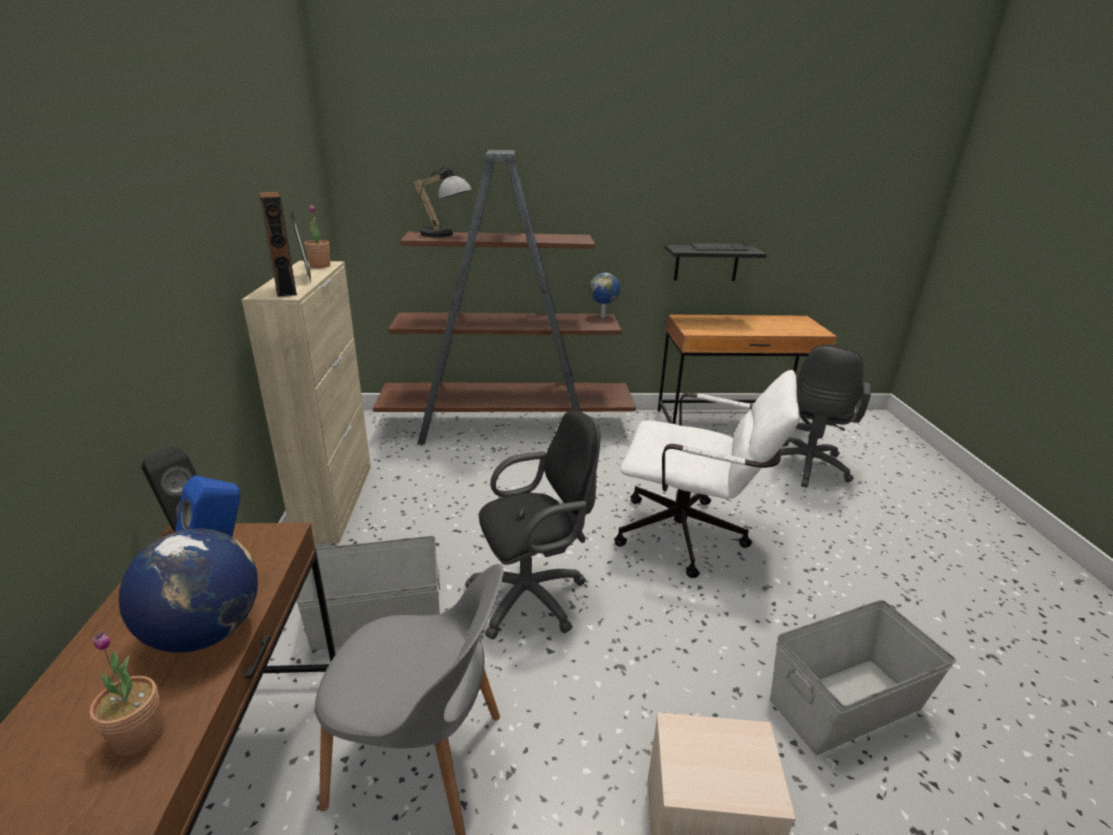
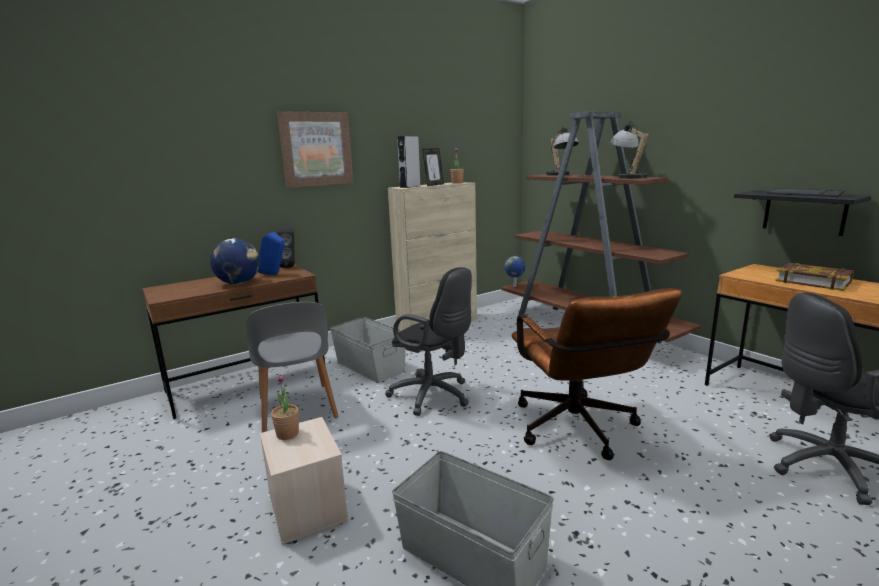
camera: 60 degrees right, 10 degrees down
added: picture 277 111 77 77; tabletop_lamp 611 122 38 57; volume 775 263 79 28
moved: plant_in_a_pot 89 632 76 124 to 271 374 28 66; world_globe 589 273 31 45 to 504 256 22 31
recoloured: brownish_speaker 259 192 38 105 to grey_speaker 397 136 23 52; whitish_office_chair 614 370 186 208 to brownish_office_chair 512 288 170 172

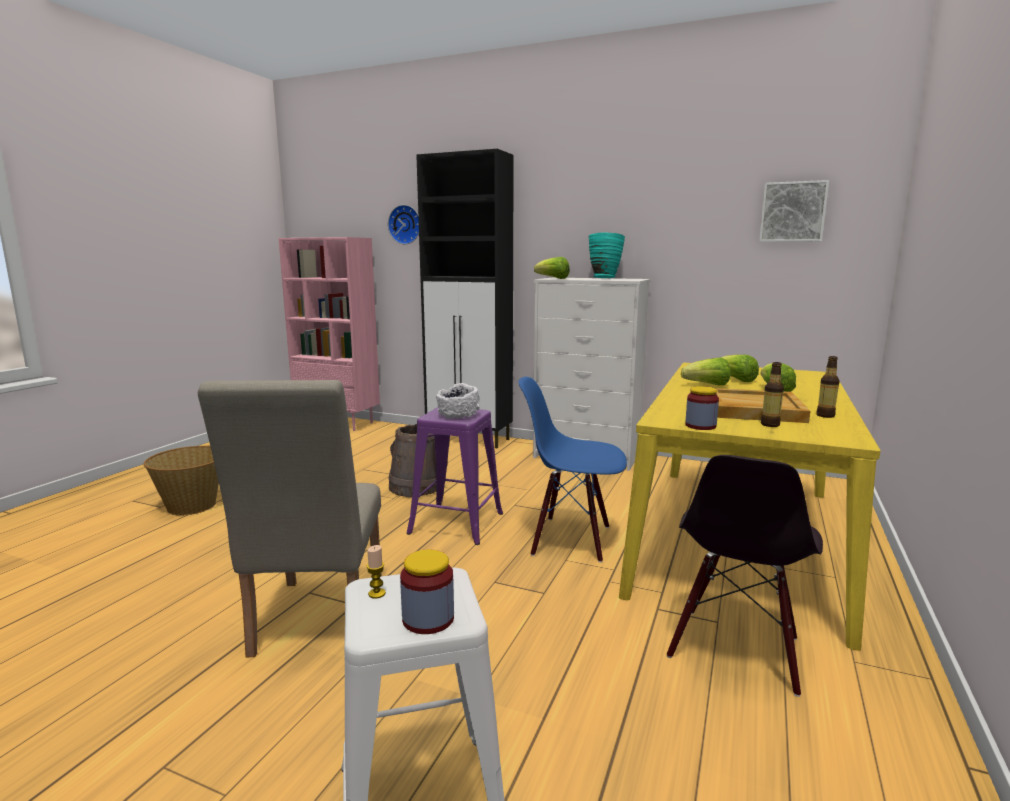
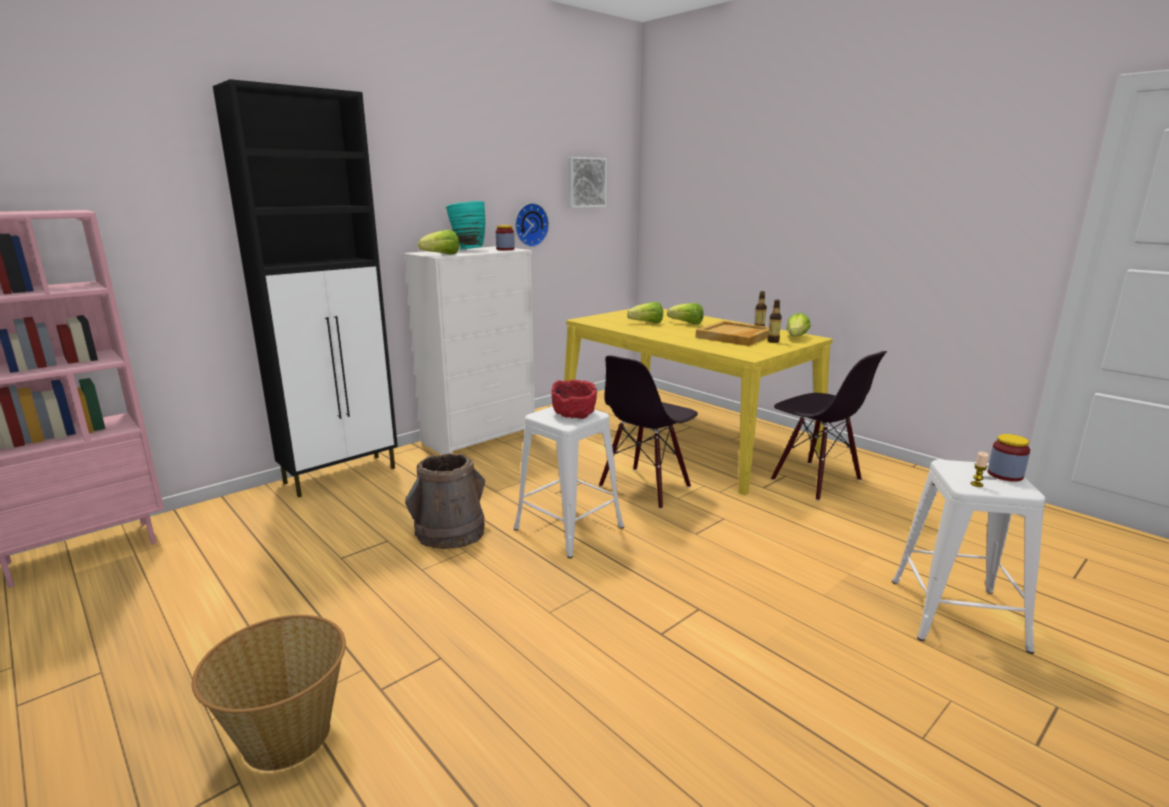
camera: 65 degrees left, 5 degrees up
removed: beige-coloured_chair 198 380 184 277
moved: preserve_jar 685 386 34 44 to 496 225 19 25; clock_on_the_wall 388 205 31 39 to 515 203 34 44; lettuce 681 357 49 28 to 787 313 24 23
recoloured: purplish_stool_seat 407 407 96 138 to whitish_stool_seat 513 406 111 152; whitish_deep_dish 436 383 44 36 to red_deep_dish 552 380 45 39; blue_chair 518 377 109 186 to blackish_chair 599 355 99 154

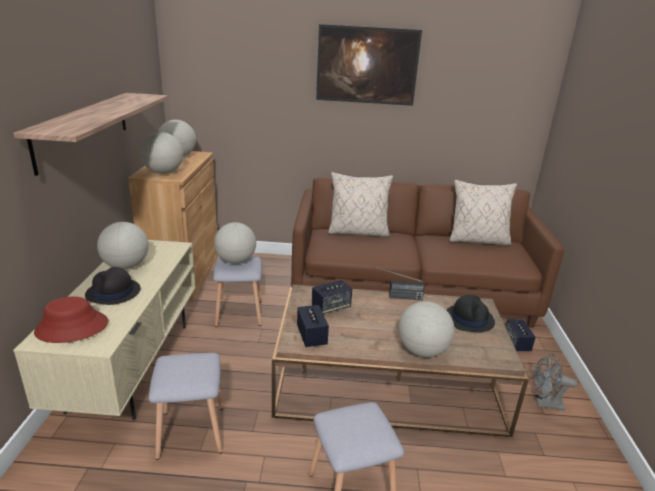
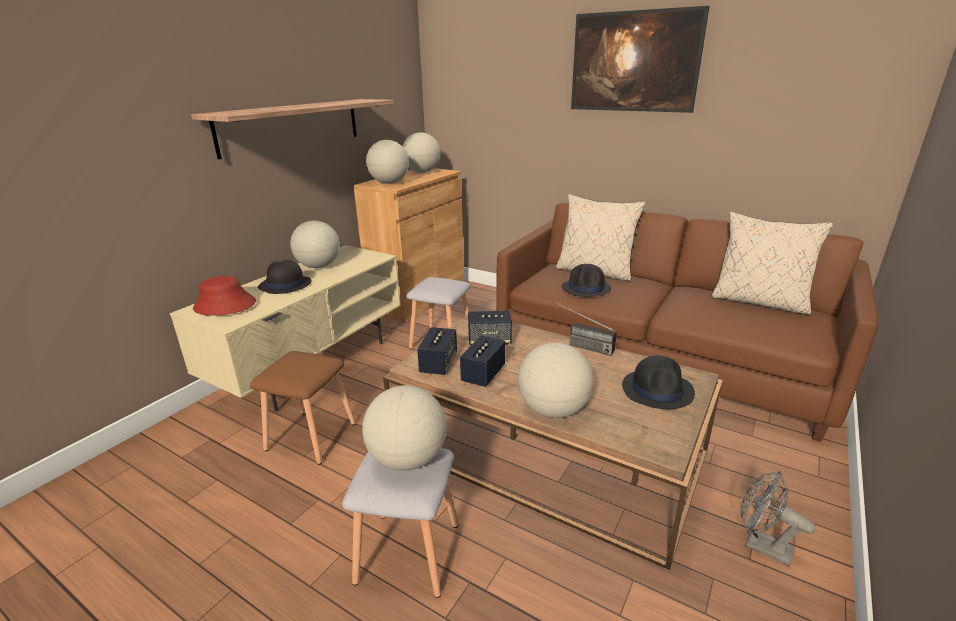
camera: 30 degrees right, 0 degrees up
added: blackish_clothing_hat 562 264 49 33
moved: world_globe 214 222 42 42 to 362 385 85 86; speaker 505 320 31 31 to 460 336 45 51
recoloured: grey_stool_seat 148 353 76 107 to brownish_stool_seat 250 351 106 114

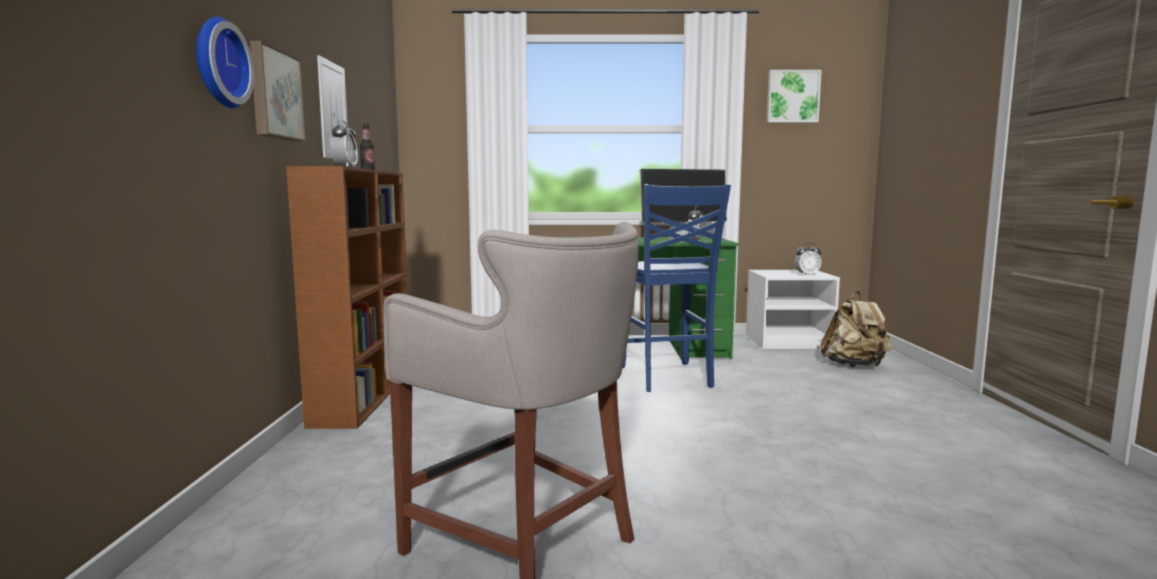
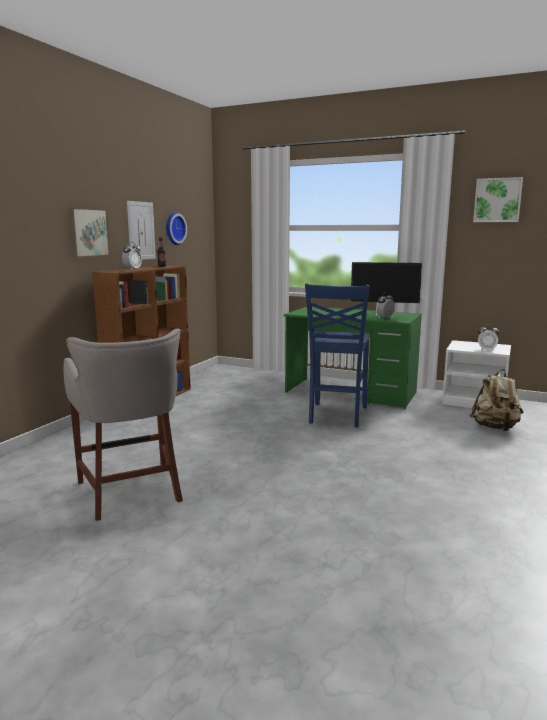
camera: 25 degrees right, 5 degrees up
moved: clock_on_the_wall 196 17 58 91 to 166 212 21 33

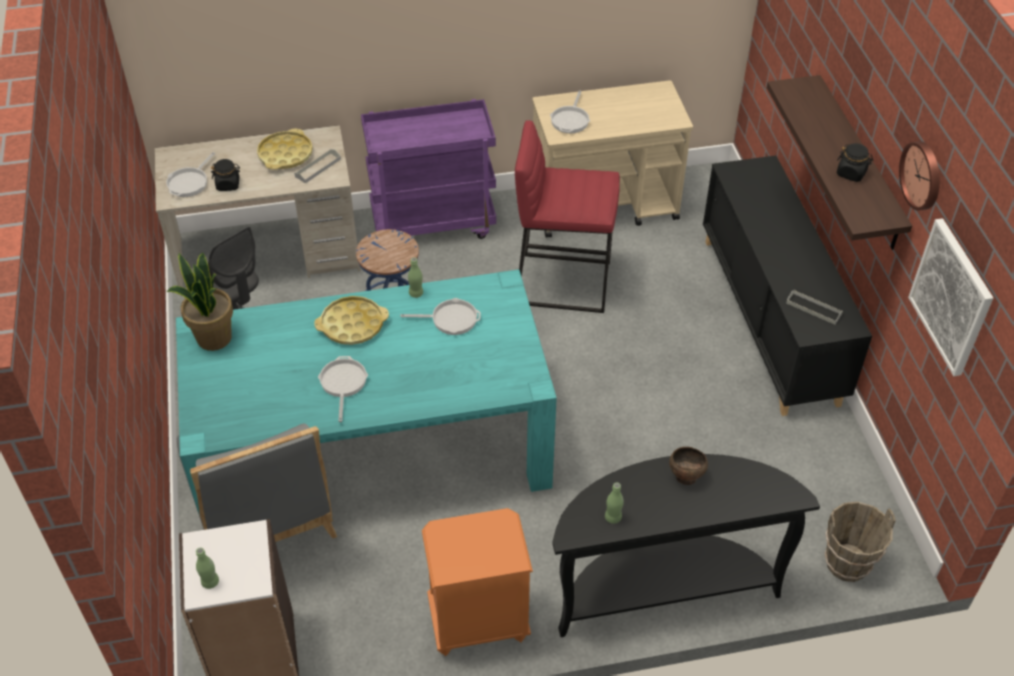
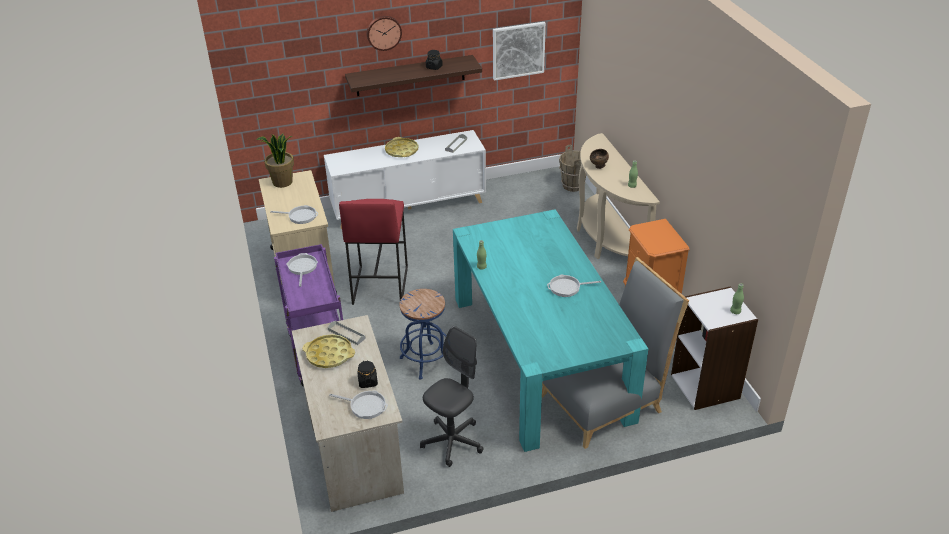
camera: 95 degrees left, 10 degrees down
moved: plant_in_a_pot 167 252 66 99 to 256 133 38 55; skillet 400 298 81 37 to 286 253 32 34; clock_on_the_wall 899 141 41 70 to 367 16 35 35; yellow-coloured_carrying_tray 315 296 74 49 to 385 137 33 20
recoloured: blackish_cabinet 703 155 169 261 to whitish_cabinet 324 130 162 99; blackish_hall_table 552 454 268 183 to beige-coloured_hall_table 577 133 83 126

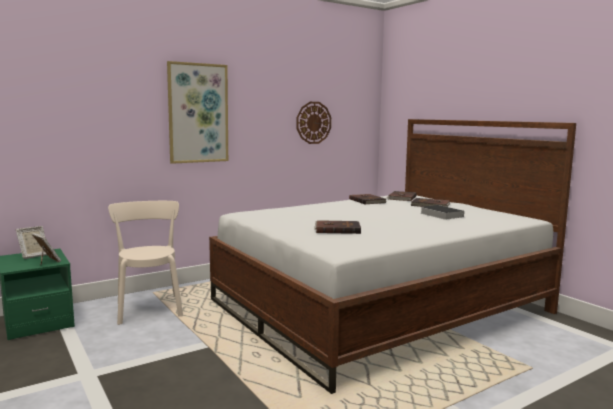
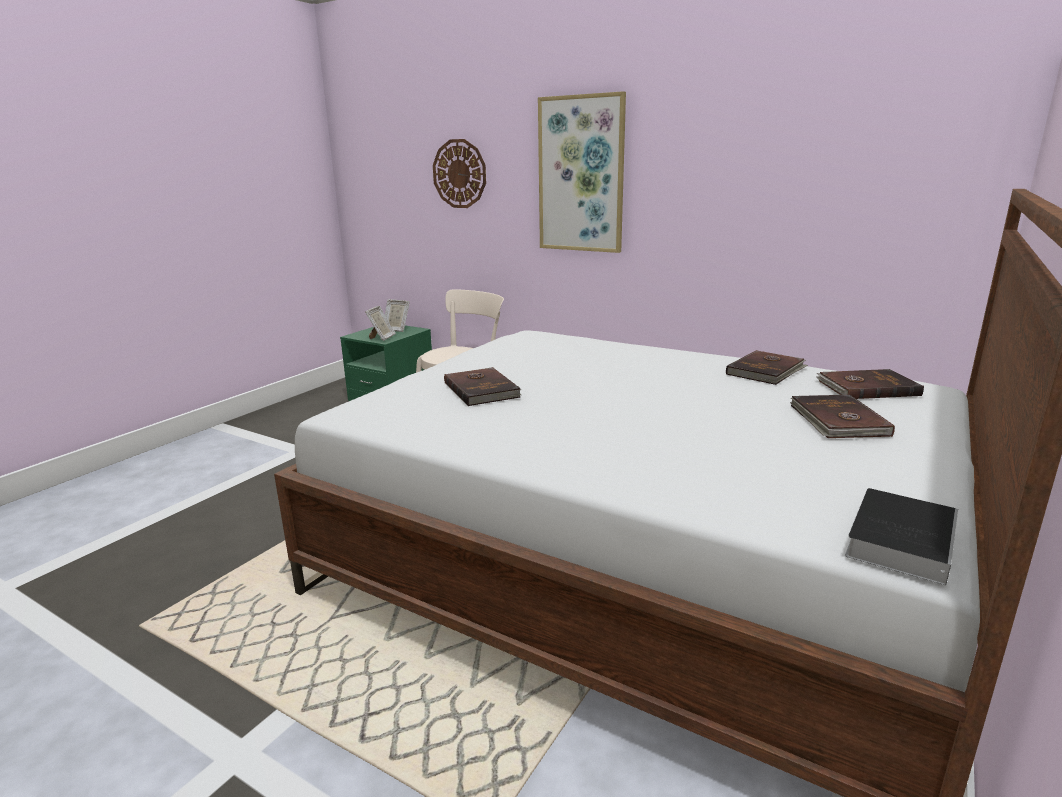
camera: 65 degrees right, 10 degrees up
moved: clock_on_the_wall 297 102 34 42 to 433 139 53 69; volume 421 205 43 15 to 845 488 113 97

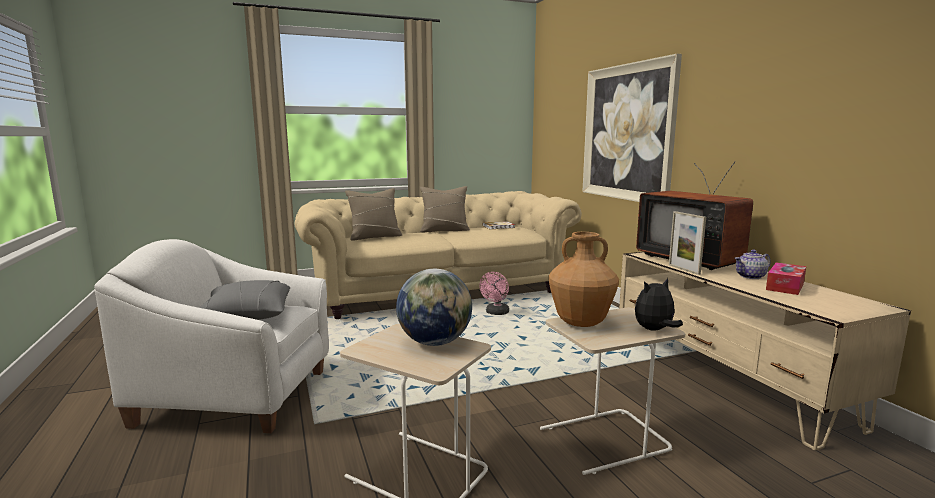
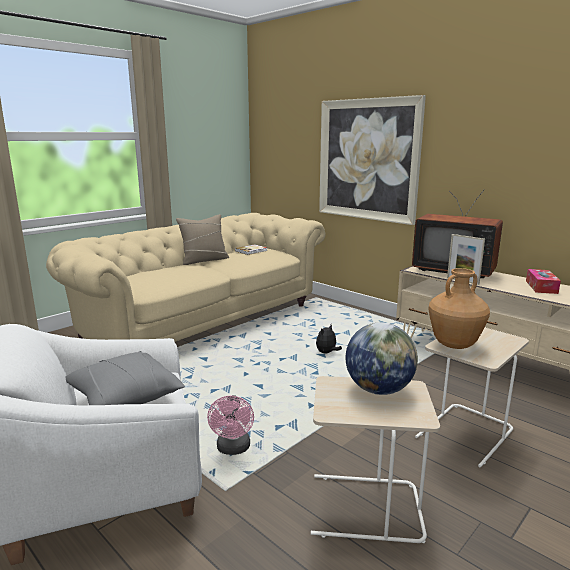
camera: 25 degrees left, 5 degrees up
removed: beige-coloured_throw_pillow 345 188 57 53; tea_pot 734 250 37 29
moved: pinkish_electric_fan 479 272 30 43 to 207 395 47 60; soft_toy 635 278 48 53 to 316 325 26 28

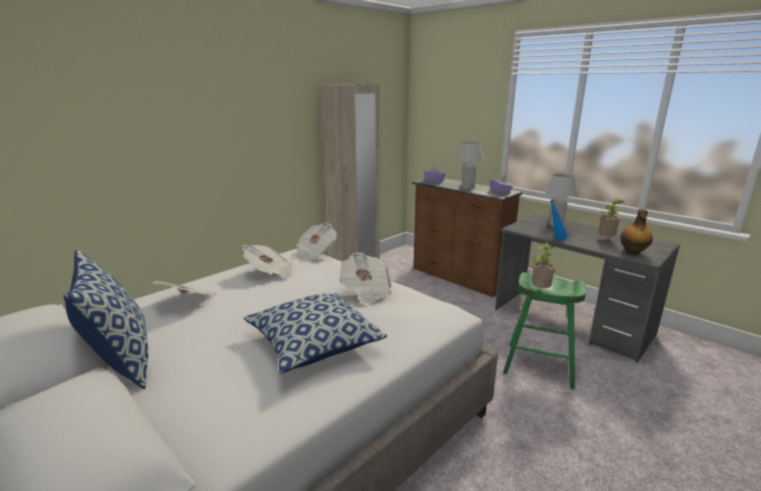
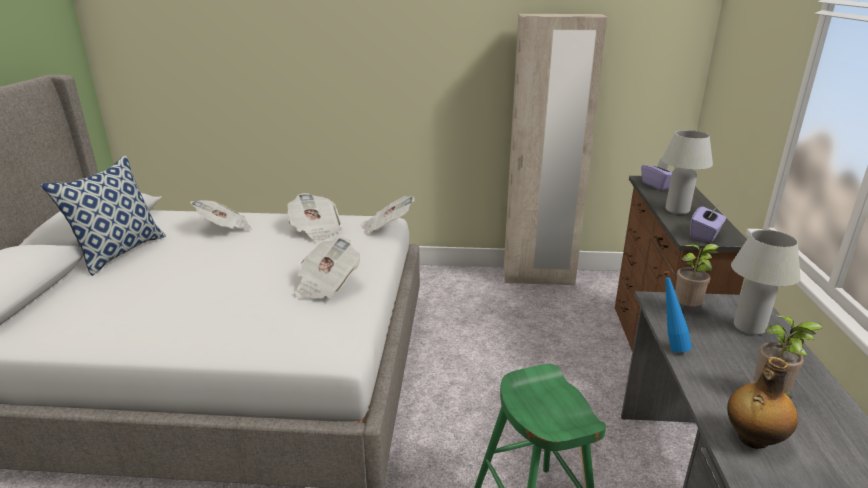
camera: 50 degrees right, 5 degrees up
removed: throw_pillow 243 293 144 81
moved: plant_in_a_pot 532 242 25 46 to 675 244 45 63

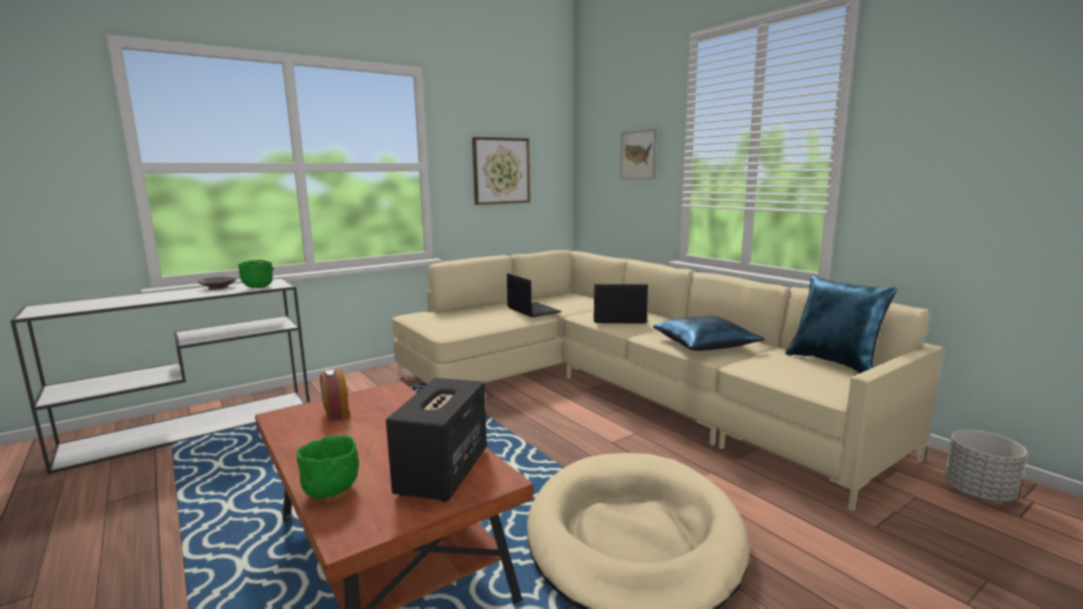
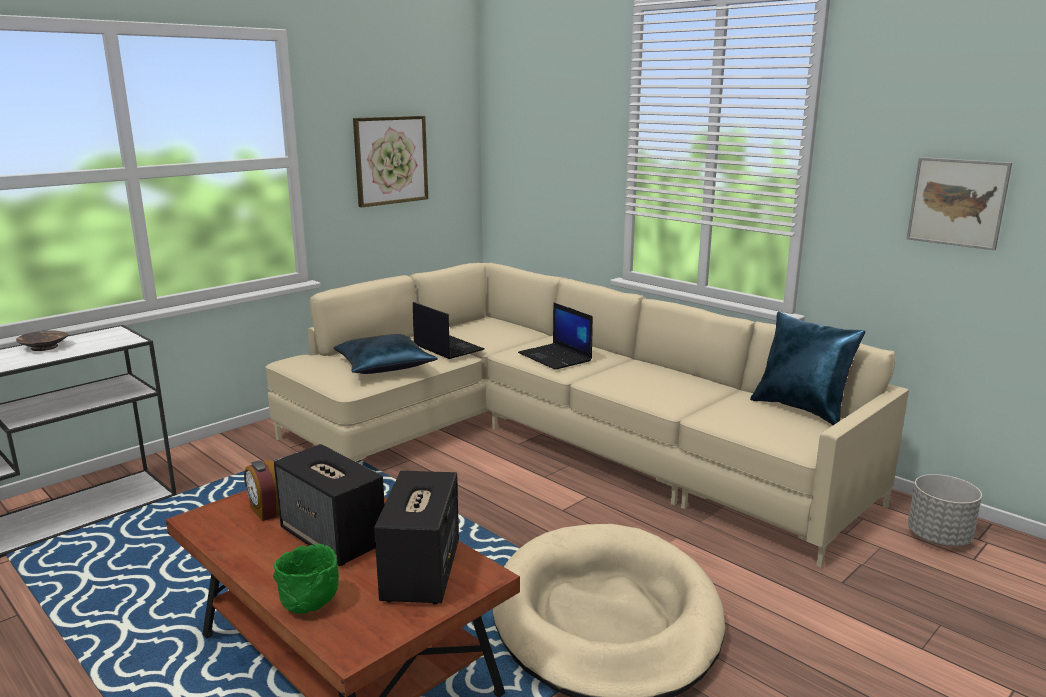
camera: 10 degrees left, 5 degrees up
removed: green-coloured_deep_dish 238 260 36 28
added: speaker 274 444 111 122
moved: blue_throw_pillow 653 316 112 35 to 334 334 104 40; picture 620 129 37 50 to 907 157 105 93
turned: laptop 593 284 55 40 = 518 302 75 68 120 degrees counterclockwise

